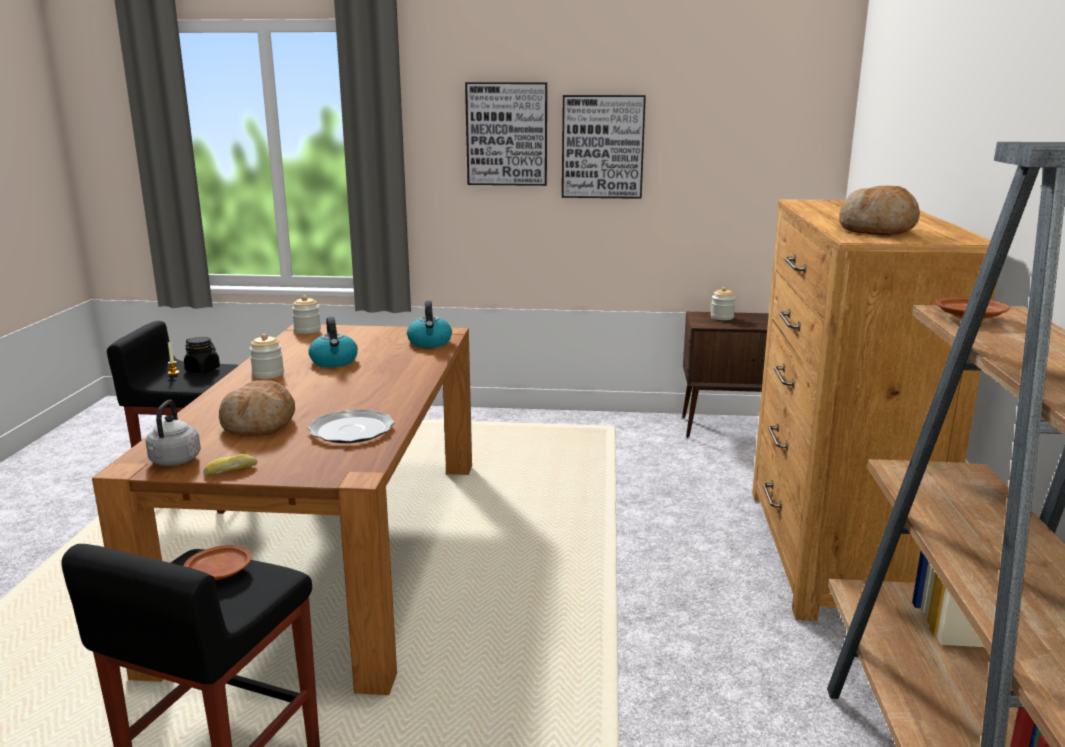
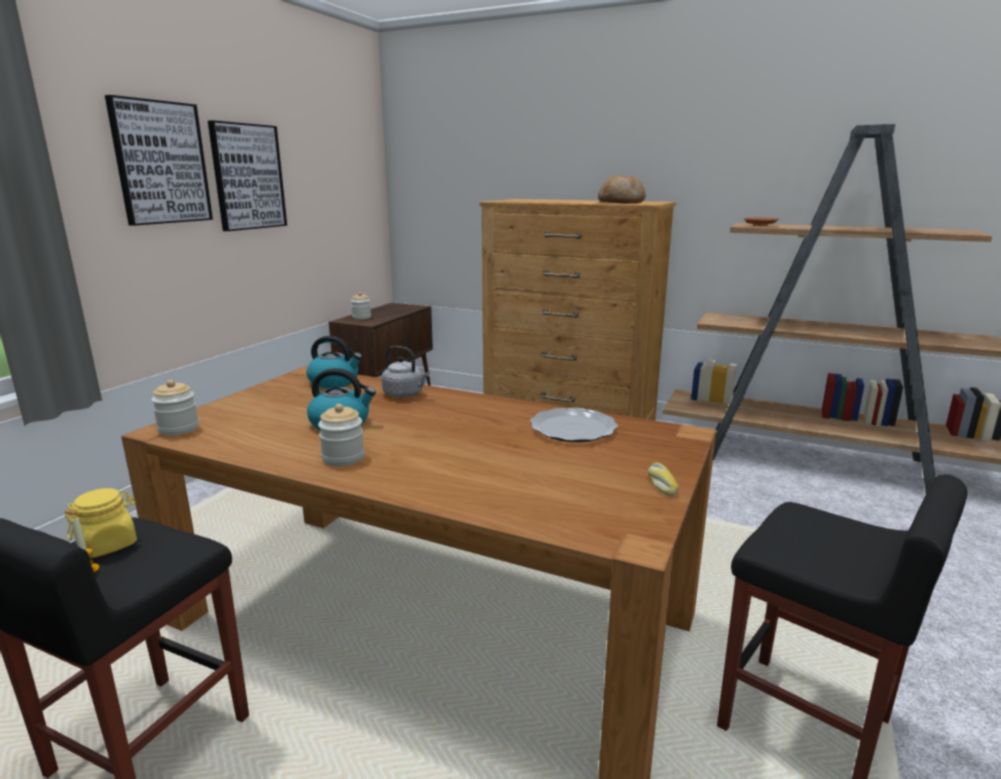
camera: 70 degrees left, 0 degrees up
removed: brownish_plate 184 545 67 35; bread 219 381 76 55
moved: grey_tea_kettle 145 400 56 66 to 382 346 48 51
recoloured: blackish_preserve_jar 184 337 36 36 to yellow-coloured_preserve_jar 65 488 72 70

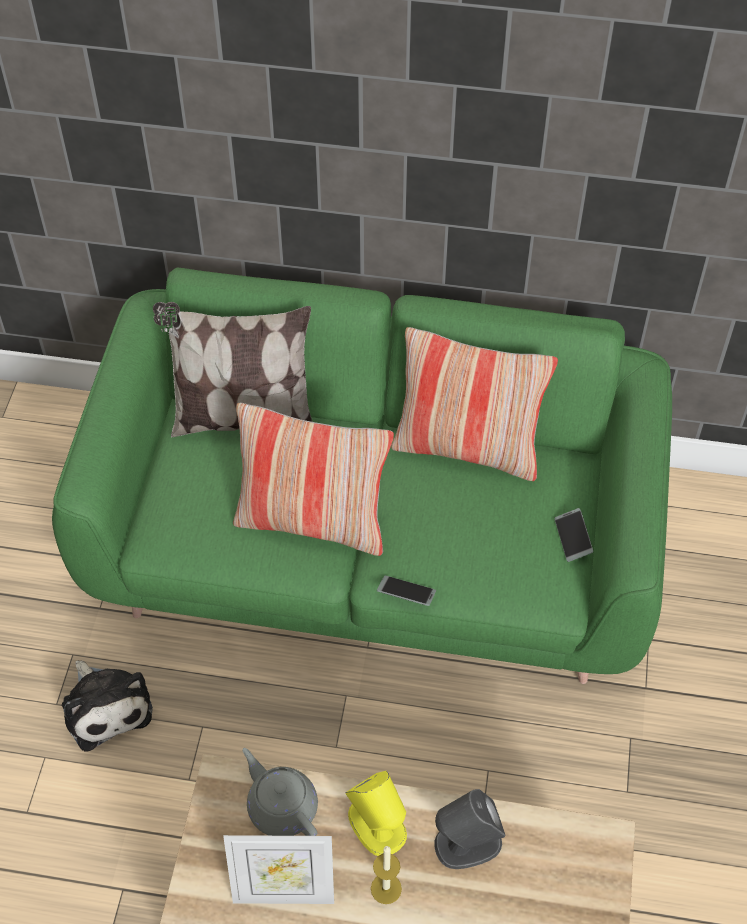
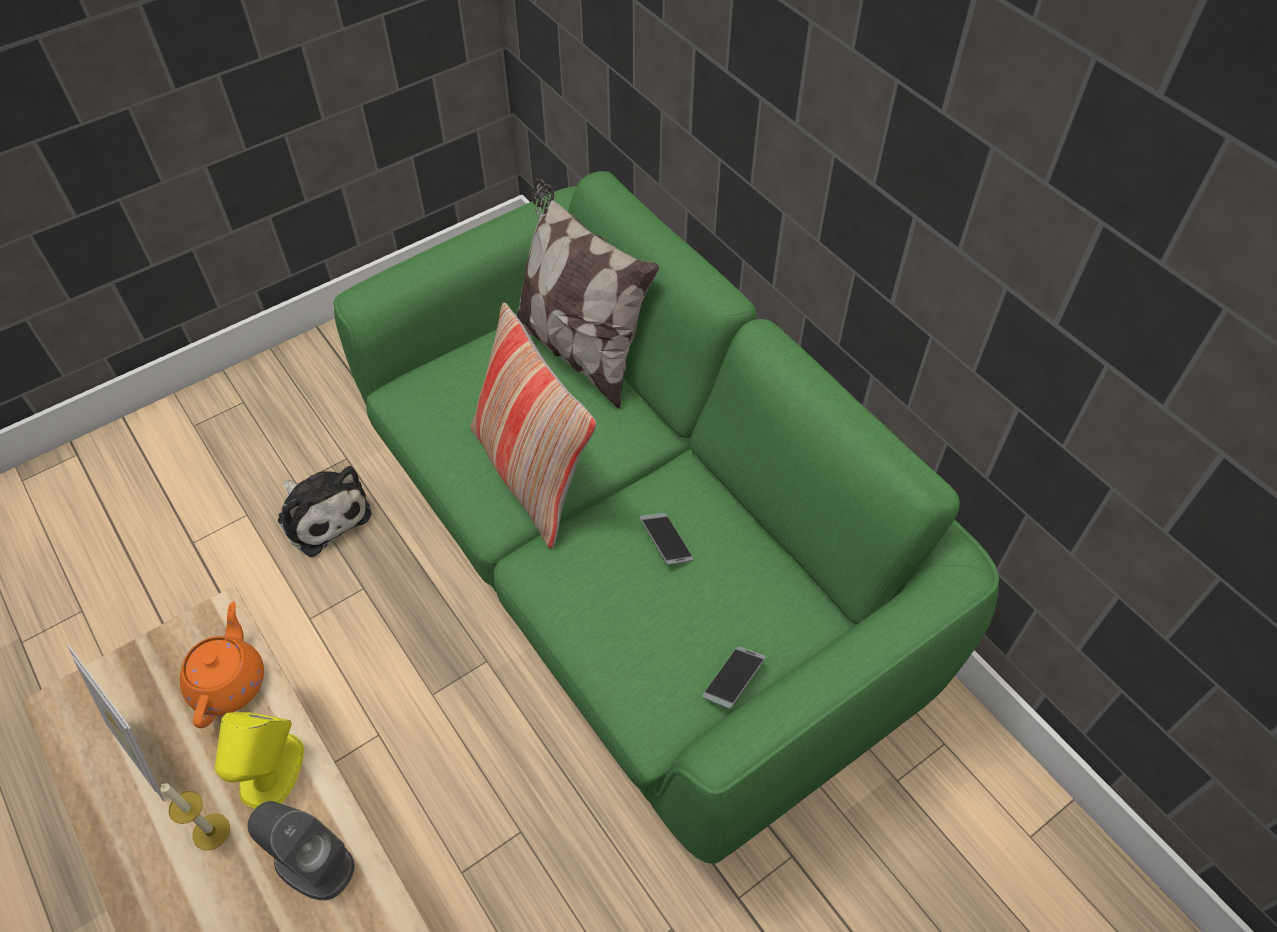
camera: 45 degrees right, 0 degrees up
removed: throw_pillow 391 327 167 154
moved: handset 377 576 59 30 to 639 513 55 52
recoloured: grey_tea_pot 243 748 75 88 to orange-coloured_tea_pot 180 601 84 127
turned: soft_toy 62 661 91 91 = 278 466 93 91 60 degrees counterclockwise

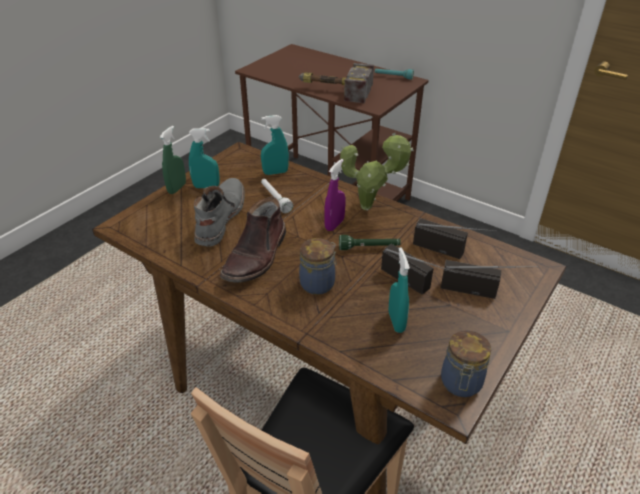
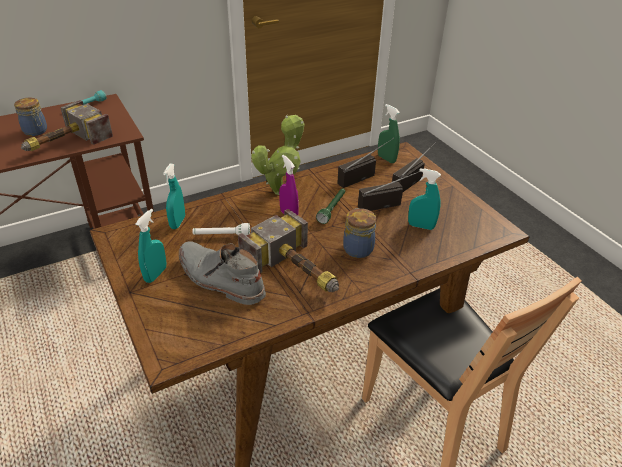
camera: 65 degrees left, 0 degrees up
moved: preserve_jar 441 330 50 67 to 14 98 33 38; green-coloured_hand_sprayer 160 126 26 68 to 378 104 22 59
replaced: brownish_boot 220 197 66 86 to hammer 238 209 101 83

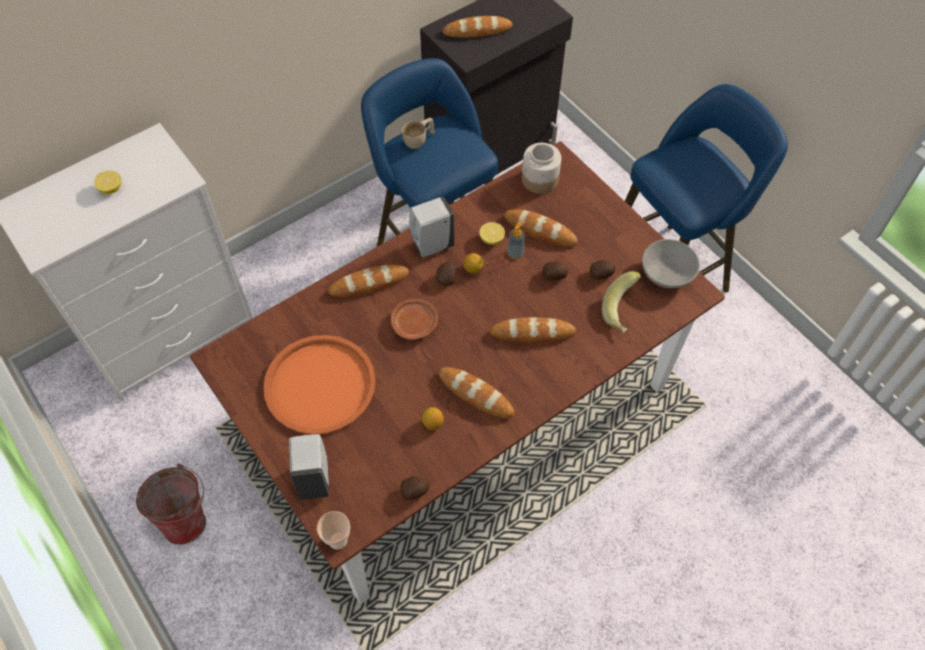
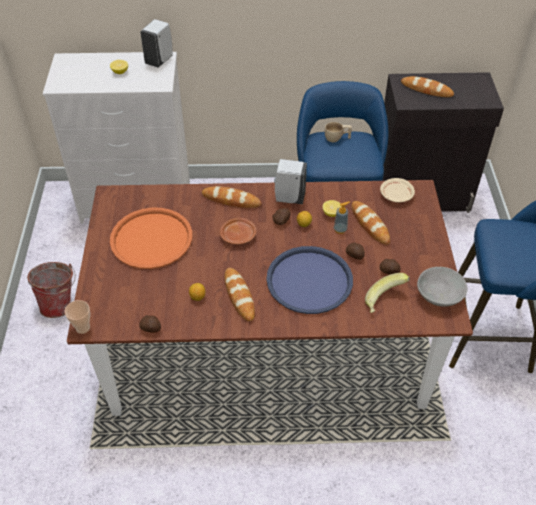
camera: 35 degrees right, 10 degrees down
moved: whitish_soap_bottle 289 434 40 66 to 140 19 33 49
replaced: bread 490 317 86 26 to blue_carrying_tray 266 246 87 68; preserve_jar 522 143 39 51 to beige-coloured_plate 380 178 35 24

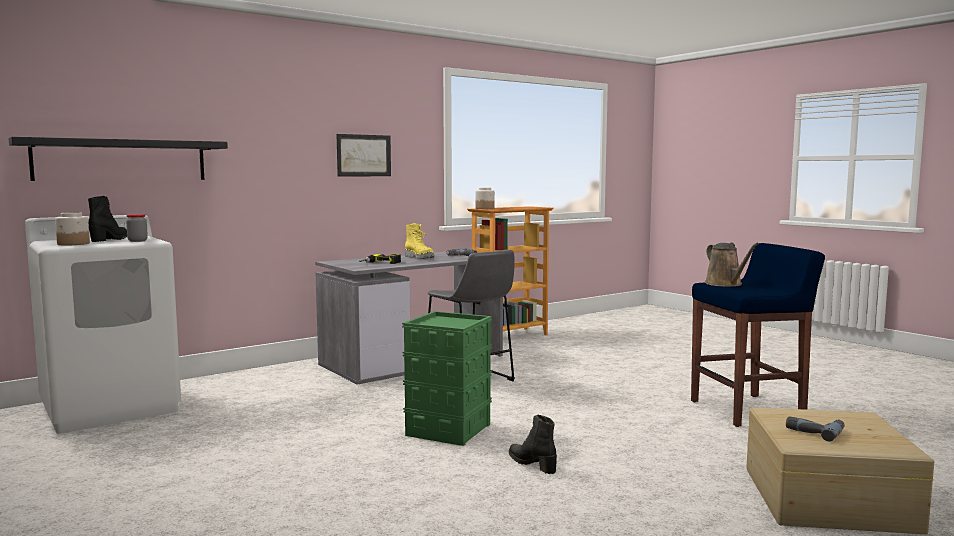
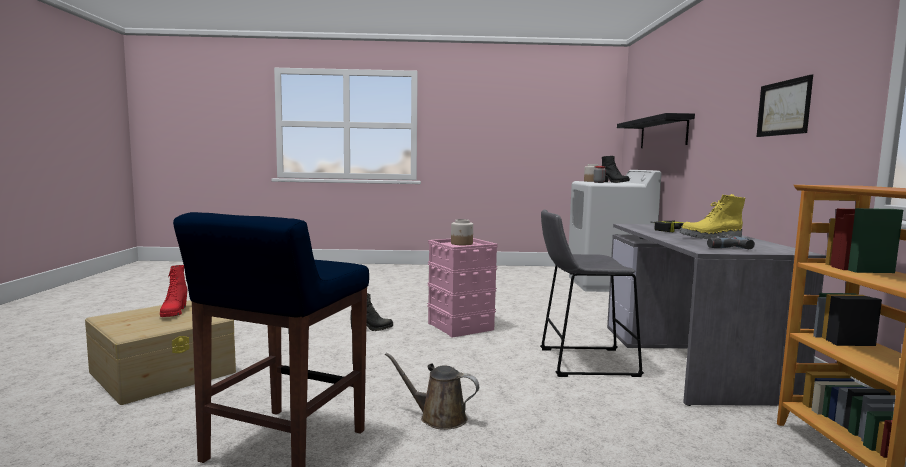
camera: 125 degrees right, 0 degrees up
moved: brownish_watering_pot 705 242 54 45 to 385 352 94 78; preserve_jar 475 188 20 21 to 451 219 22 26
replaced: power_drill 786 417 59 24 to red_boot 160 265 27 52
recoloured: green-coloured_storage_box 402 311 90 135 to pinkish_storage_box 427 238 71 100

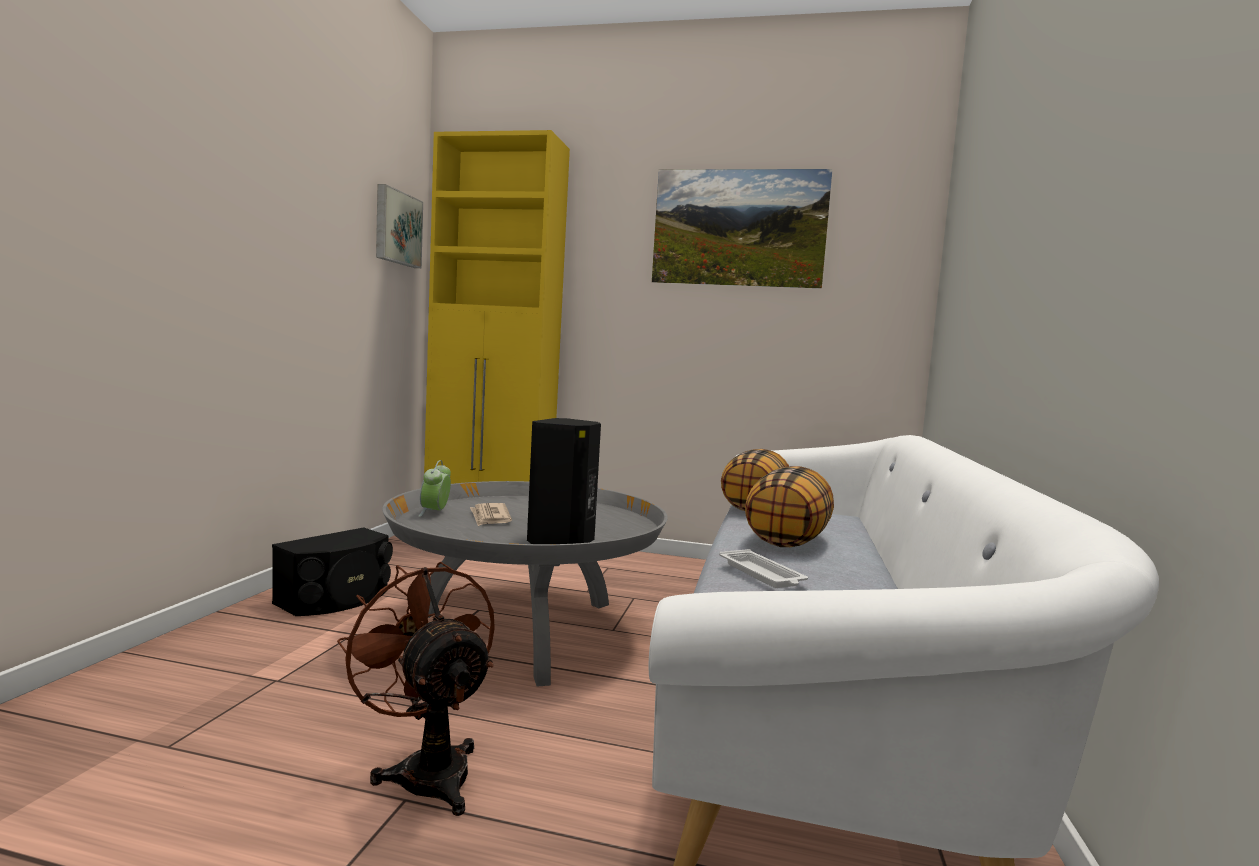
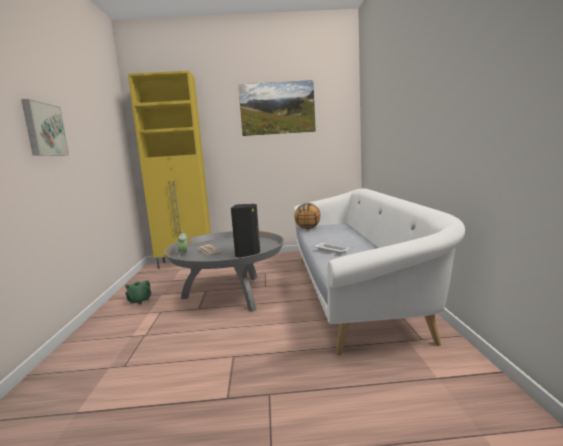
camera: 15 degrees left, 5 degrees up
removed: brownish_electric_fan 337 561 158 255; throw_pillow 745 466 89 81
moved: picture 376 184 47 84 to 21 99 48 57
replaced: blackish_speaker 272 527 121 89 to green-coloured_tea_pot 125 280 26 24

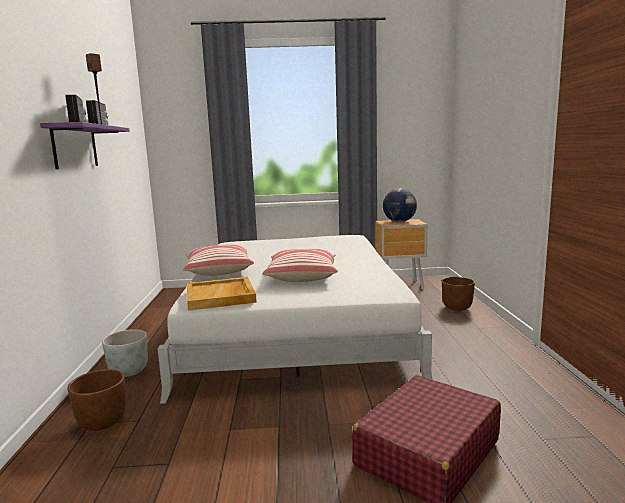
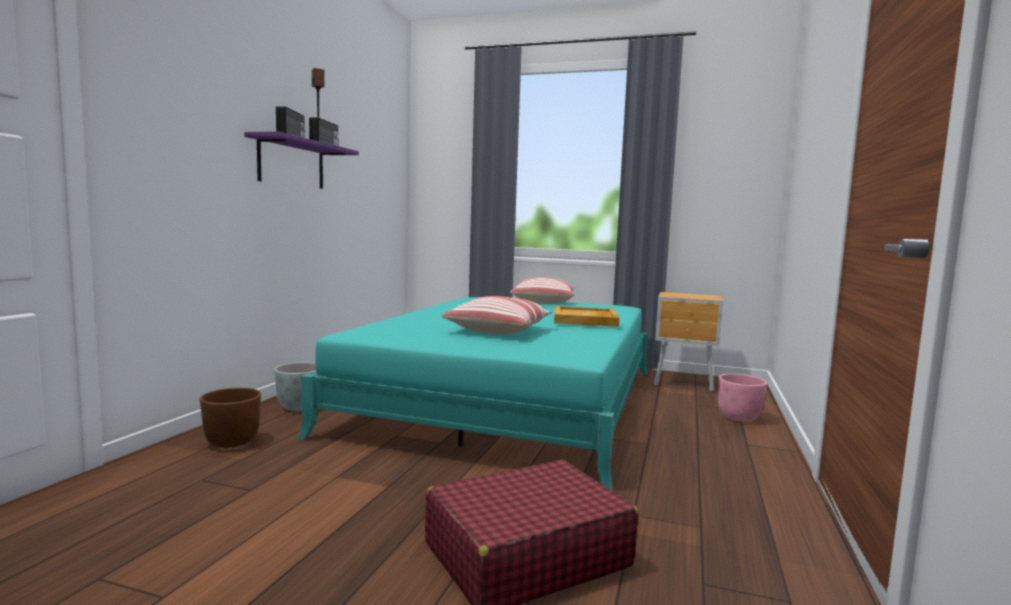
camera: 20 degrees right, 5 degrees down
removed: world_globe 383 189 34 33
moved: throw_pillow 183 244 71 32 to 510 277 65 27; beige-coloured_carrying_tray 187 277 70 34 to 554 306 65 21
recoloured: whitish_bed 157 235 276 169 to blue-green_bed 298 297 350 194; brownish_planter 442 277 33 34 to pinkish_planter 718 374 49 48

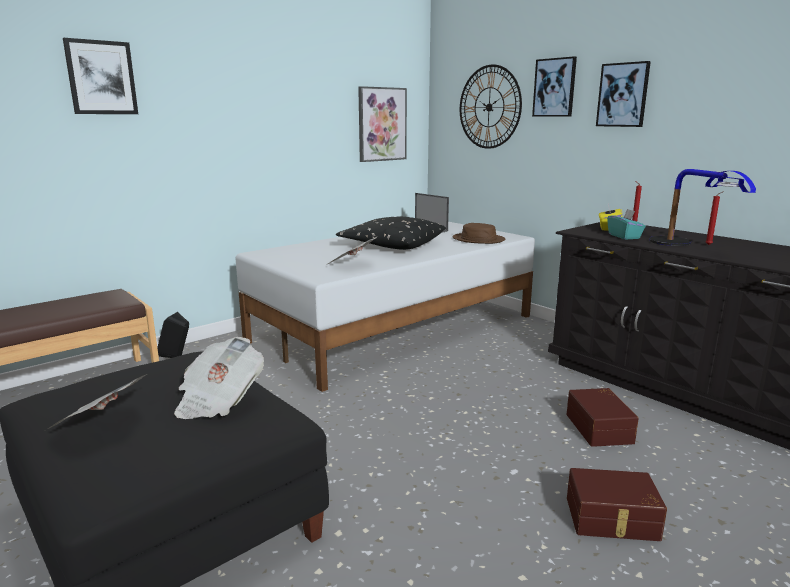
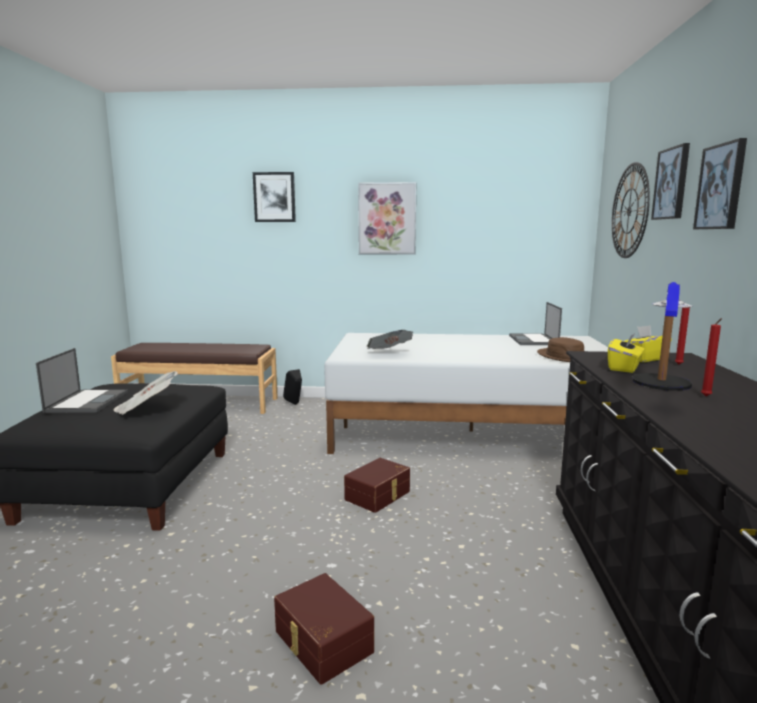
camera: 45 degrees right, 5 degrees down
removed: blackish_throw_pillow 336 217 110 33
moved: brownish_storage_box 567 388 72 59 to 344 458 66 55; picture 358 86 49 76 to 358 182 58 73
replaced: daily_paper 44 374 103 57 to laptop 36 348 92 65
recoloured: blue-green_box_of_tissues 607 209 39 31 to yellow-coloured_box_of_tissues 608 333 36 40

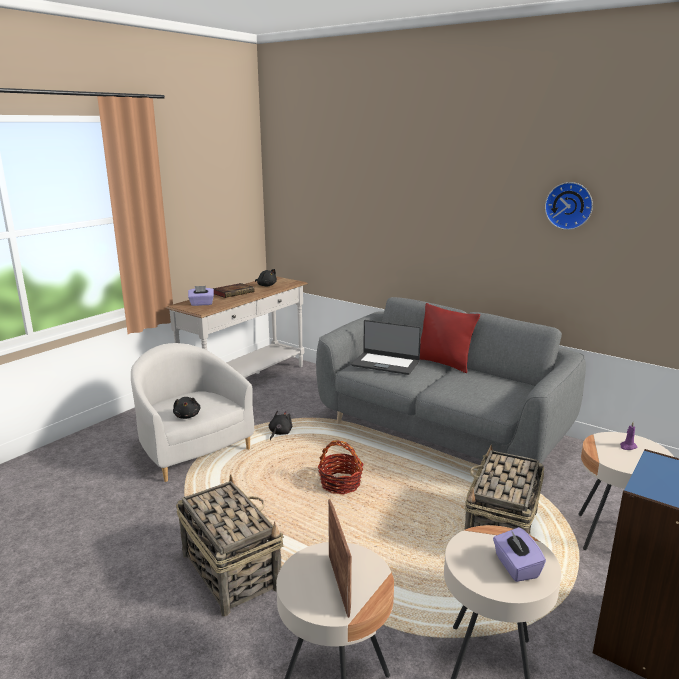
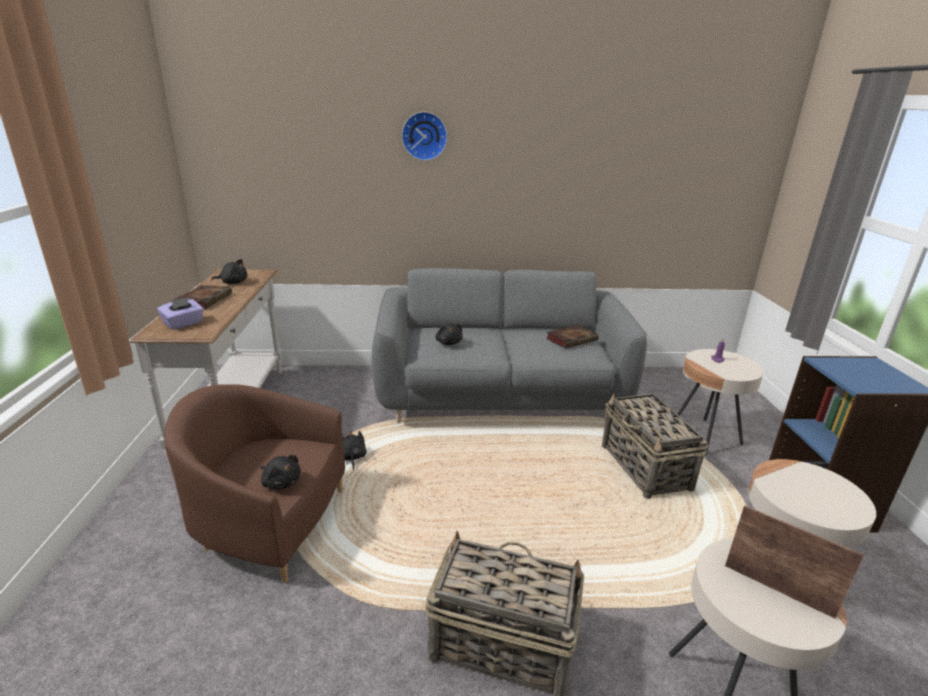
camera: 40 degrees left, 5 degrees up
removed: household_basket 318 440 46 54; red_throw_pillow 420 303 60 70; purplish_box_of_tissues 493 527 53 55
added: volume 546 325 53 24
moved: clock_on_the_wall 545 182 48 48 to 402 112 46 49
replaced: laptop 351 320 70 55 to blackish_soft_toy 435 323 28 22
recoloured: whitish_easy_chair 131 343 123 139 to brownish_easy_chair 164 384 181 199

